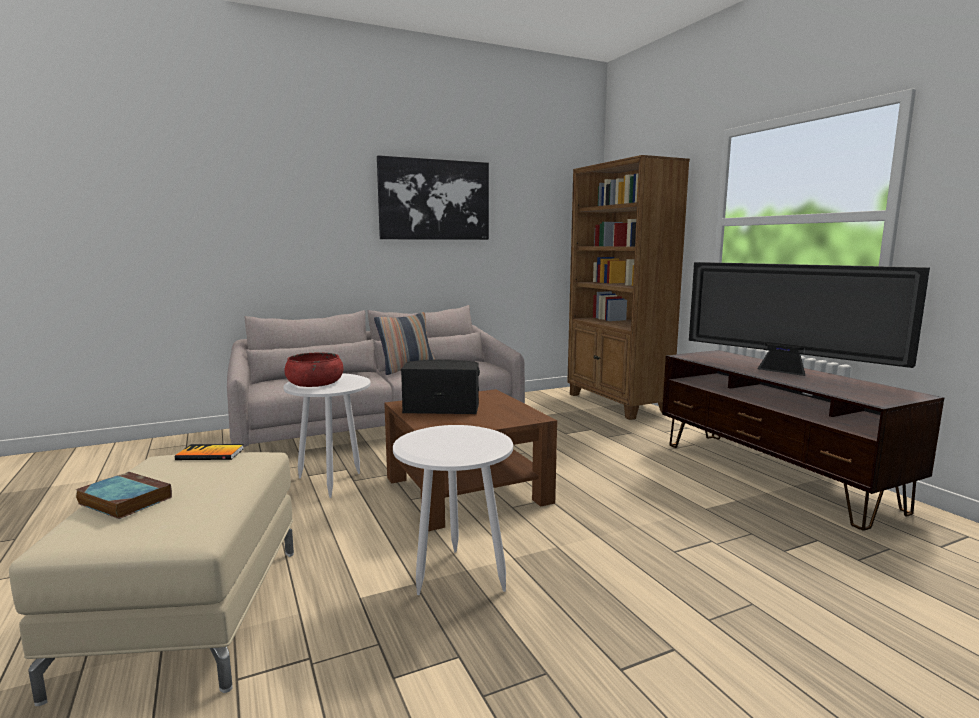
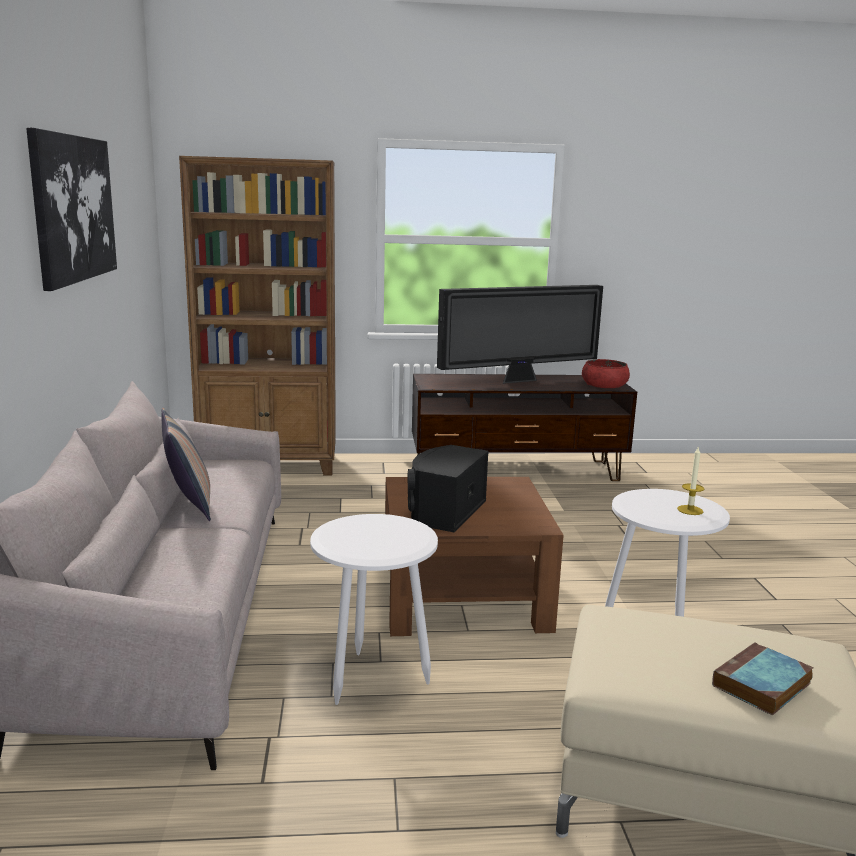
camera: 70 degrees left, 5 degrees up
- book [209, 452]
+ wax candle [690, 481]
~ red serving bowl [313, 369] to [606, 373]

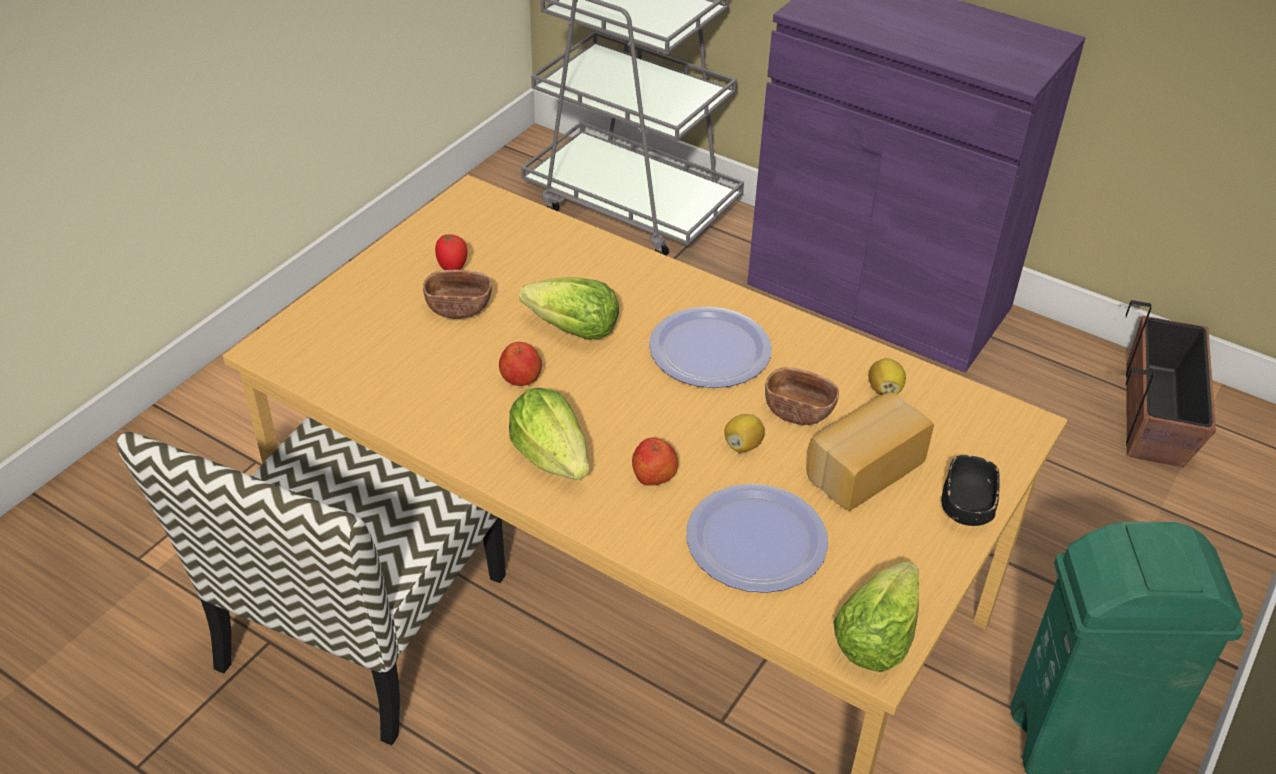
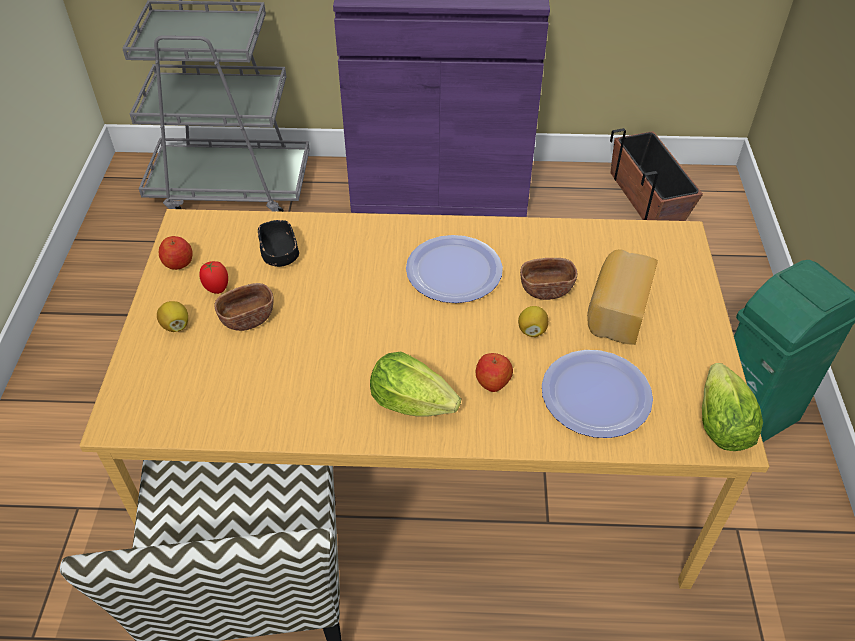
camera: 30 degrees left, 5 degrees up
- lettuce [569, 308]
~ apple fruit [520, 364] to [175, 253]
~ citrus fruit [887, 376] to [172, 316]
~ black serving bowl [971, 490] to [278, 243]

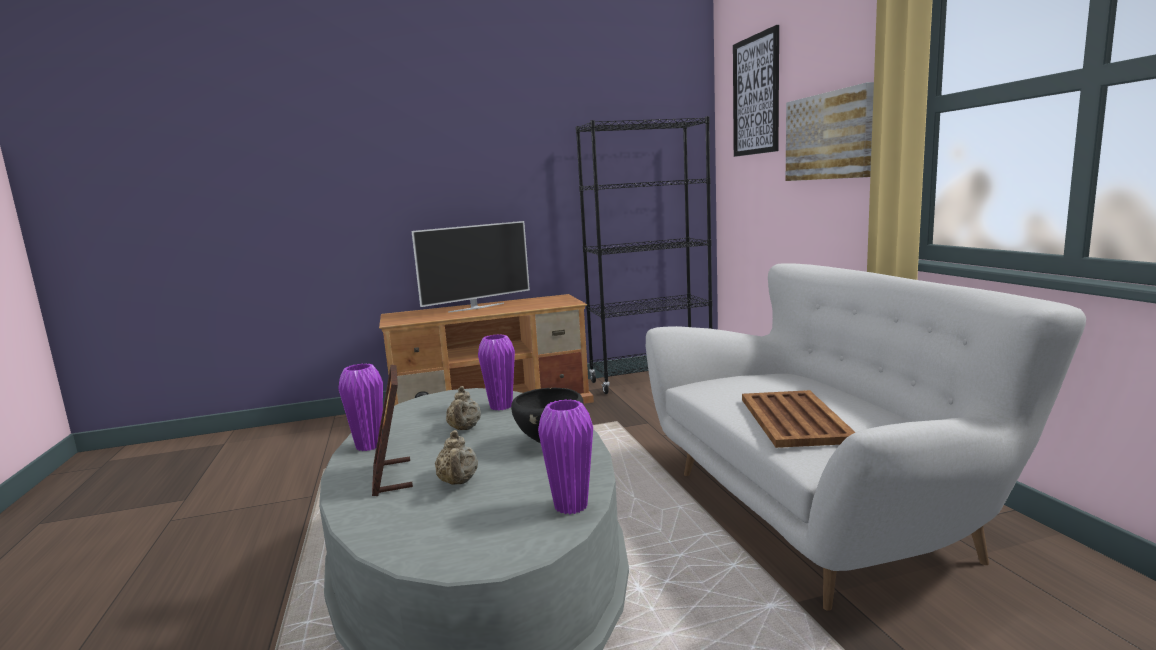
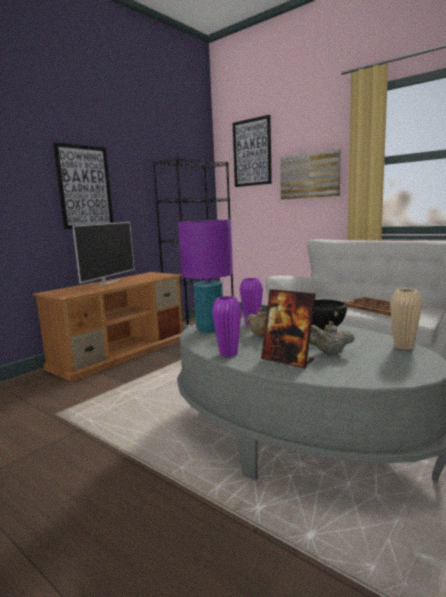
camera: 35 degrees left, 0 degrees up
+ wall picture [83, 185]
+ purple tabletop lamp [205, 276]
~ purple decorative vase [565, 456] to sand-coloured decorative vase [406, 319]
~ sand-coloured tea pot [456, 457] = [332, 338] 150 degrees clockwise

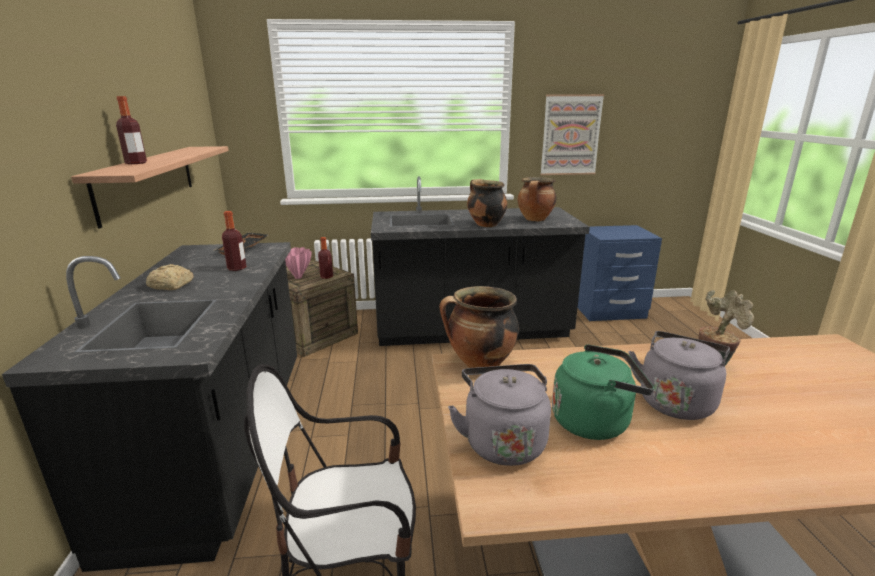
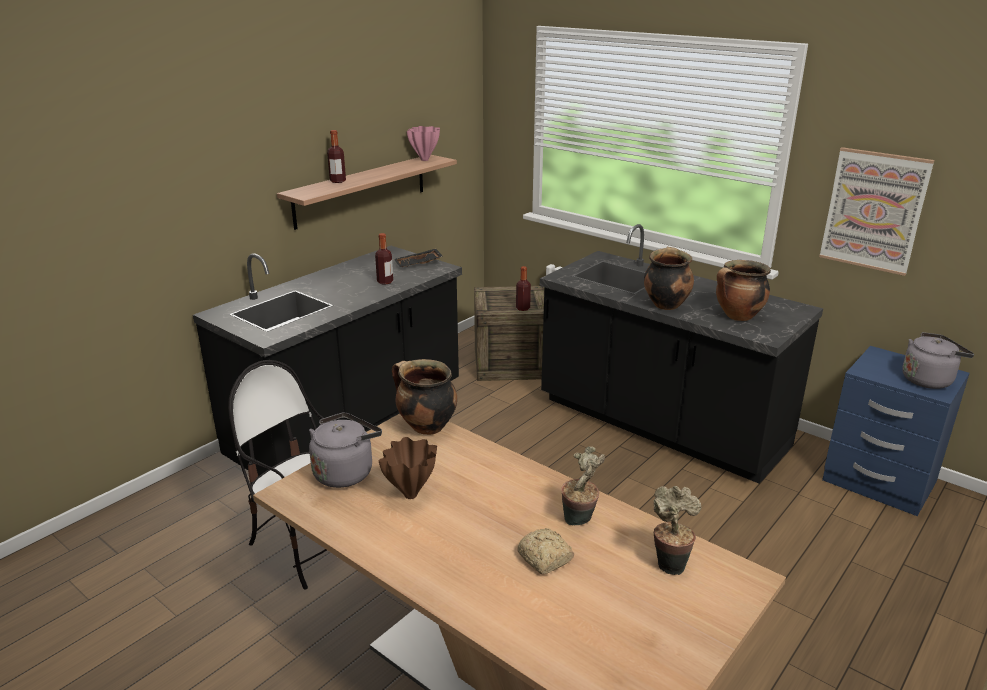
camera: 45 degrees right, 5 degrees up
+ potted plant [677, 530]
~ baked bread [170, 277] to [545, 551]
~ pinkish decorative vase [298, 263] to [423, 143]
~ grey kettle [679, 375] to [938, 360]
~ greenish kettle [603, 392] to brown-coloured decorative vase [408, 468]

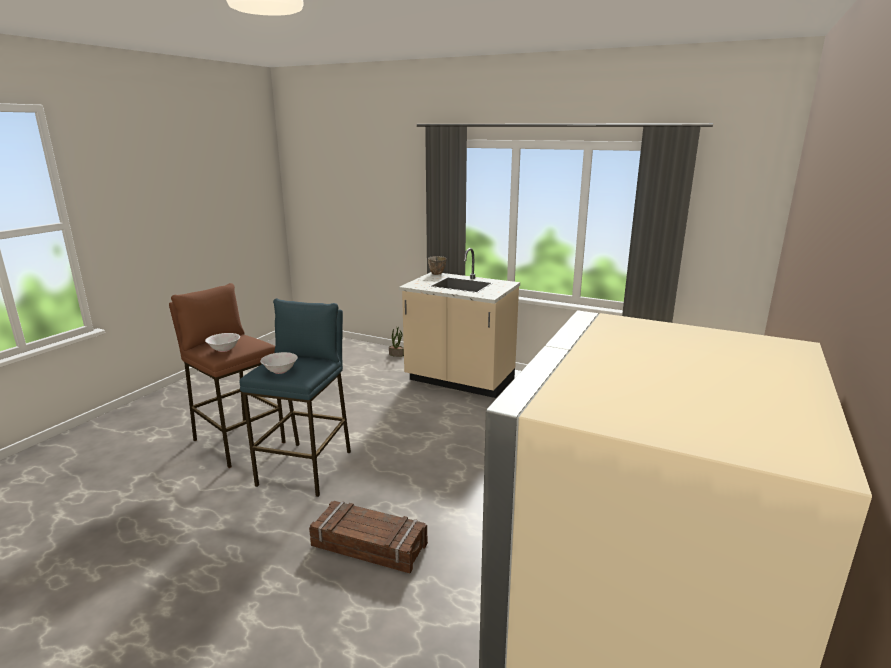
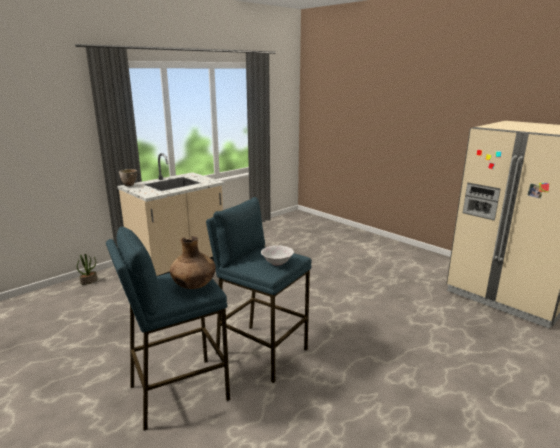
camera: 70 degrees left, 0 degrees up
- packing crate [368, 537]
~ white serving bowl [222, 342] to brown-coloured decorative vase [193, 262]
~ brown-coloured stool [227, 375] to bluish stool [168, 329]

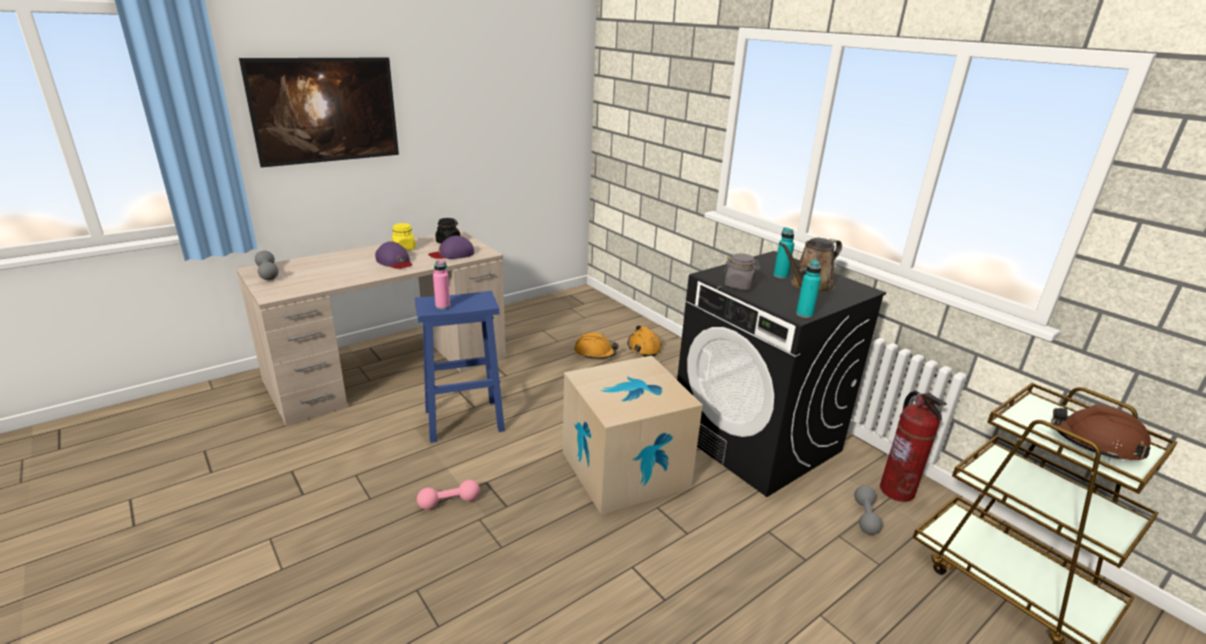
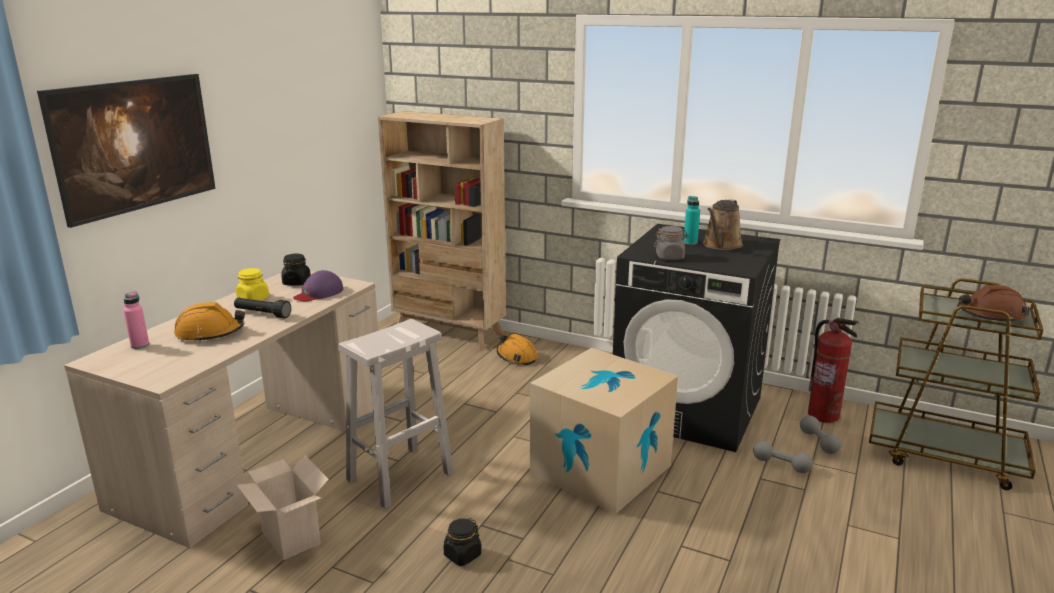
camera: 25 degrees left, 5 degrees down
- turquoise-coloured bottle [808, 289]
+ carton [282, 507]
+ sand-coloured shelving unit [442, 231]
~ grey free weight [267, 265] to [783, 457]
~ pinkish bottle [441, 285] to [136, 320]
~ orange-coloured safety helmet [596, 346] to [209, 322]
~ purple cap [394, 255] to black flashlight [262, 308]
~ pinkish free weight [448, 495] to black storage jar [462, 542]
~ bluish stool [460, 367] to white stool [396, 414]

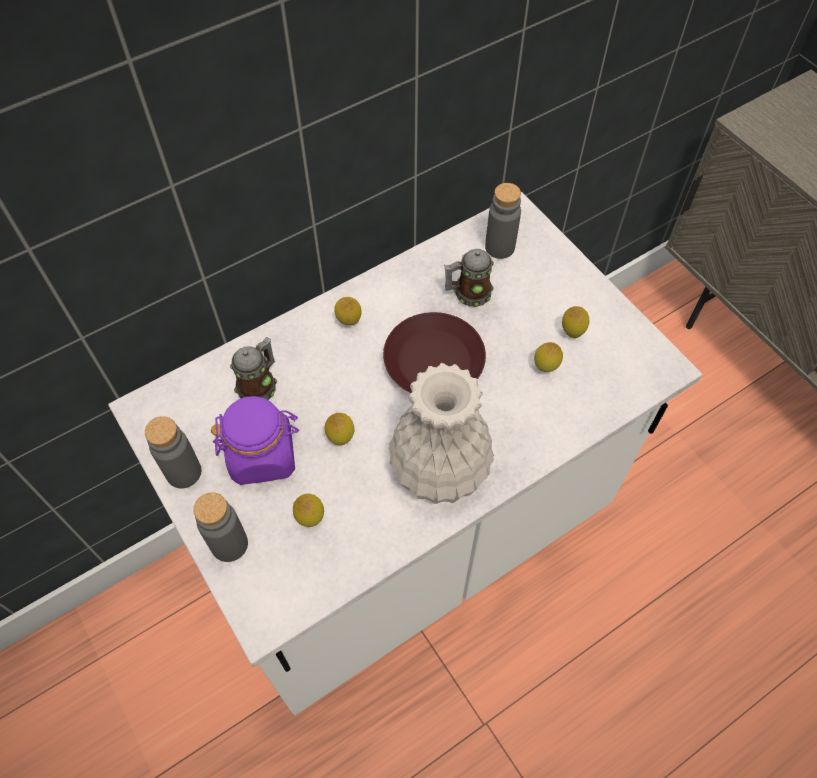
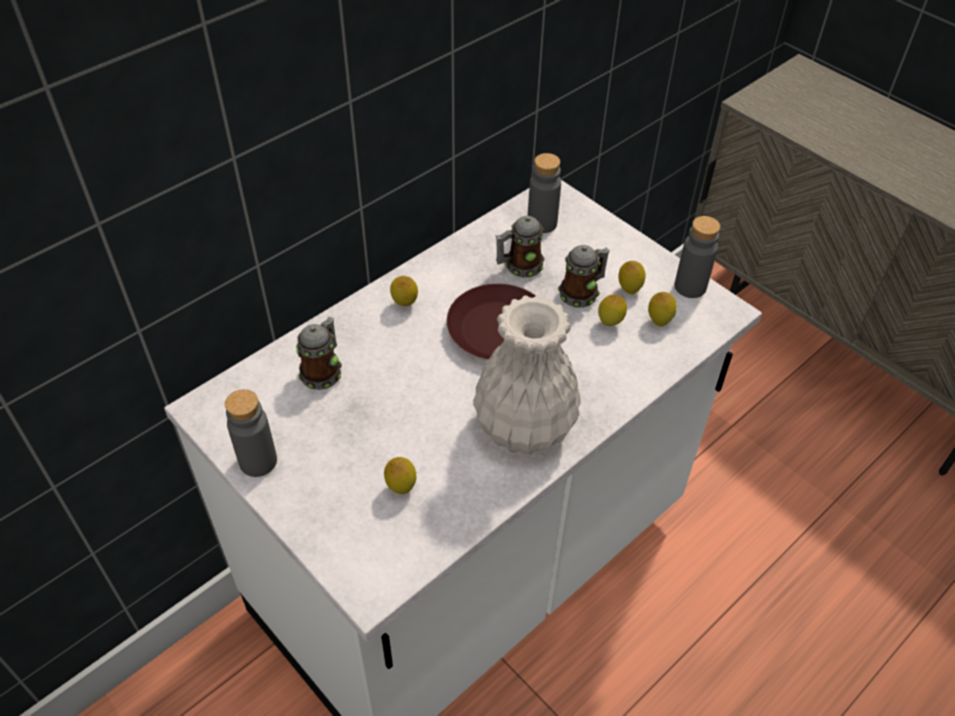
camera: 10 degrees left, 10 degrees down
- purple storage jar [255, 440]
+ mug [584, 276]
~ grey bottle [220, 527] to [697, 257]
~ citrus fruit [339, 429] to [662, 309]

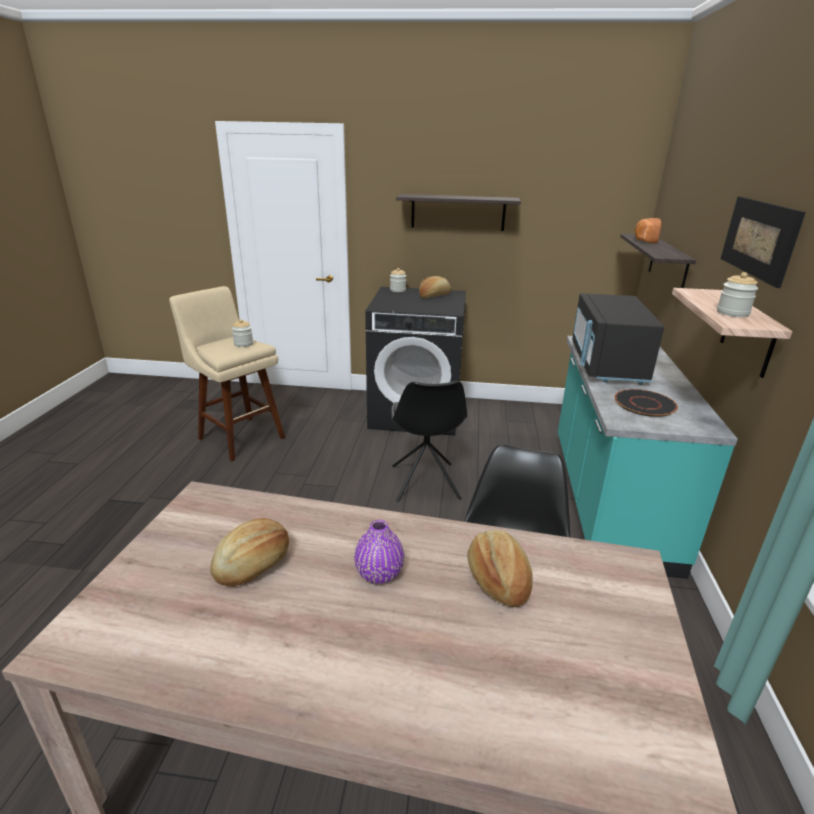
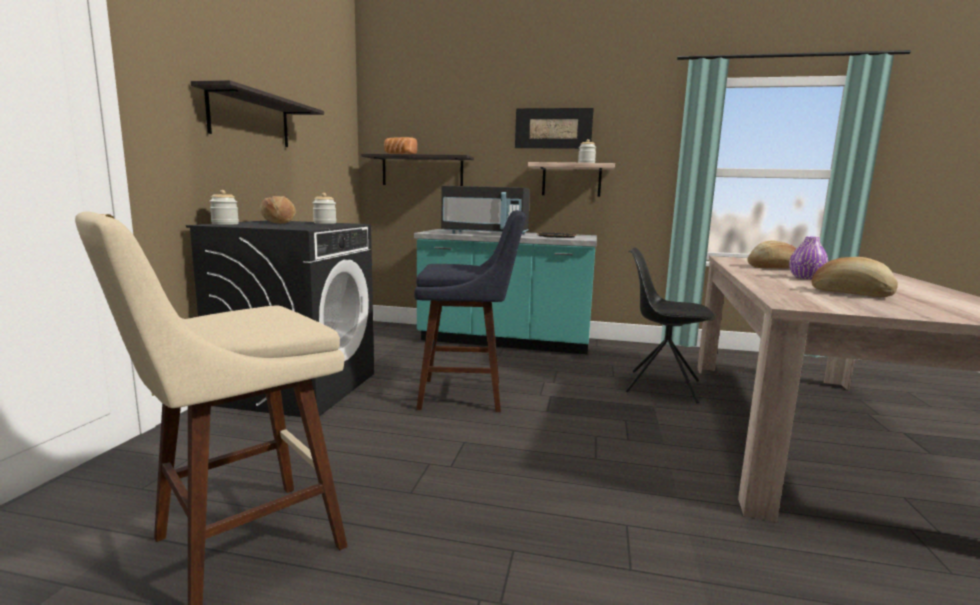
camera: 85 degrees left, 15 degrees down
~ storage jar [242, 333] to [325, 208]
~ black upright chair [429, 441] to bluish stool [470, 311]

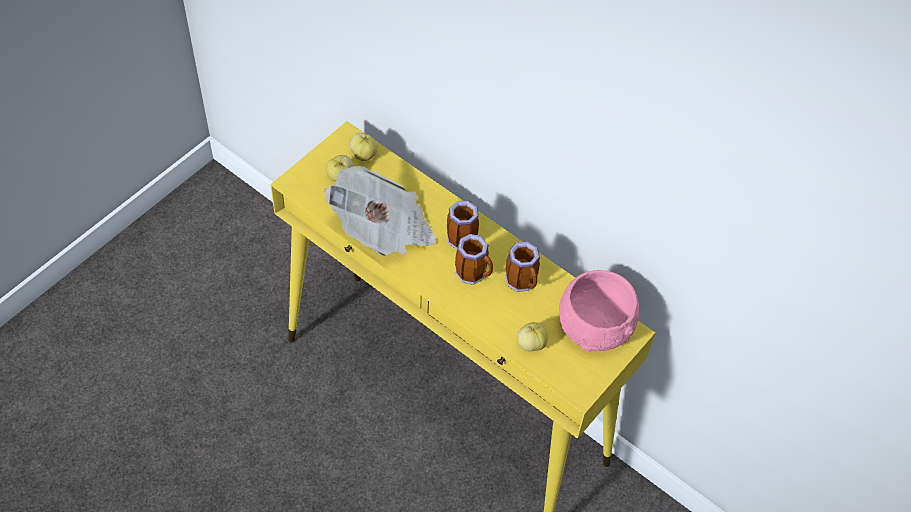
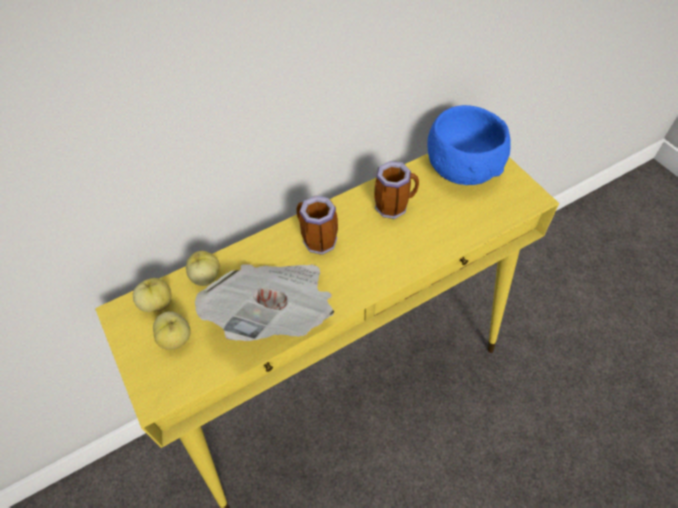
camera: 65 degrees left, 0 degrees up
- mug [474, 259]
~ apple fruit [532, 336] to [203, 268]
~ pinkish serving bowl [599, 311] to bluish serving bowl [469, 145]

